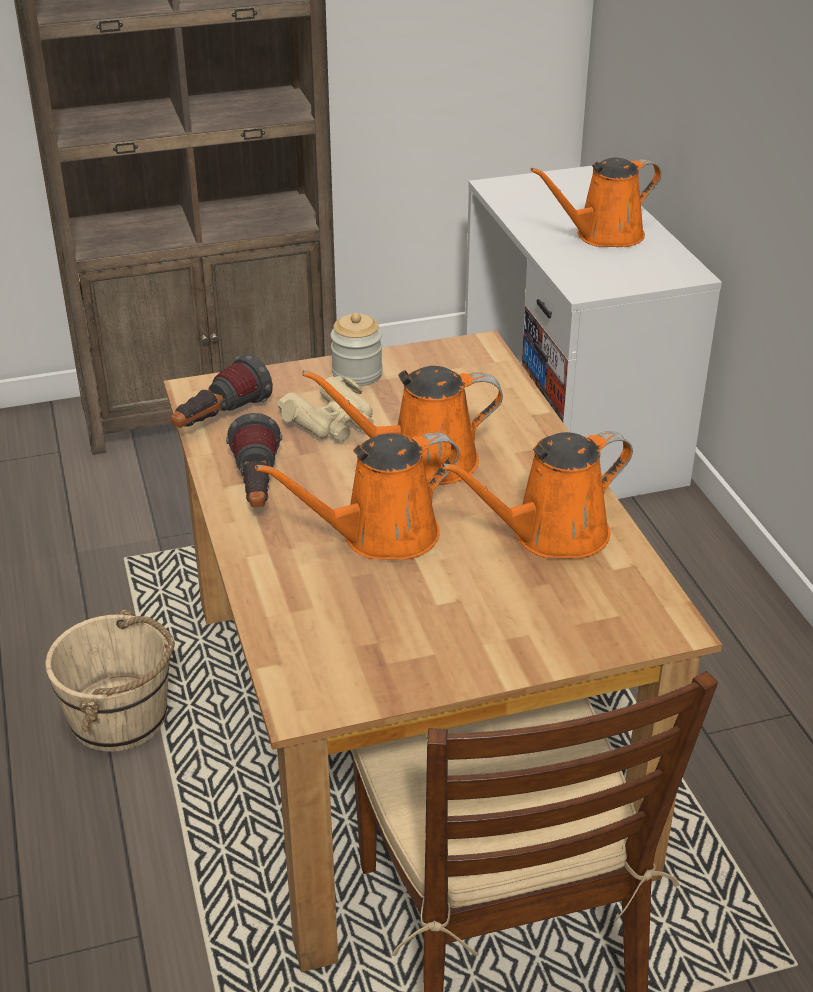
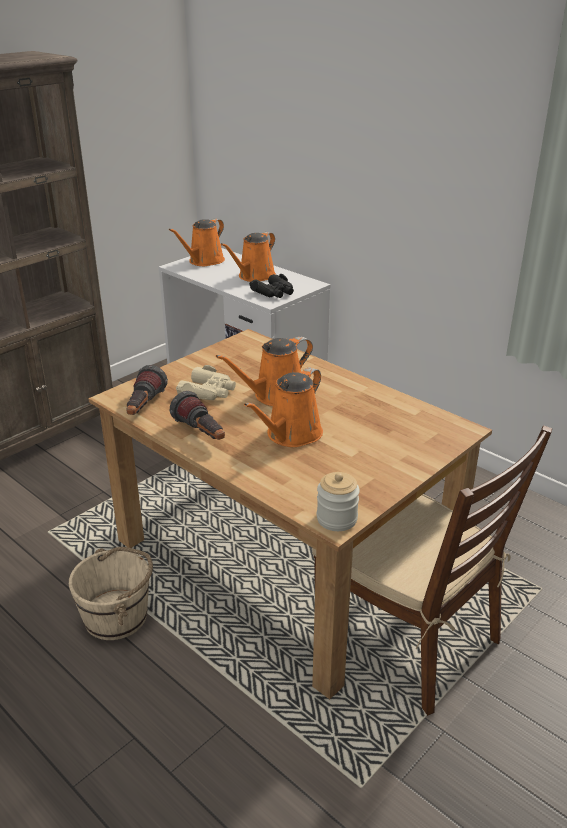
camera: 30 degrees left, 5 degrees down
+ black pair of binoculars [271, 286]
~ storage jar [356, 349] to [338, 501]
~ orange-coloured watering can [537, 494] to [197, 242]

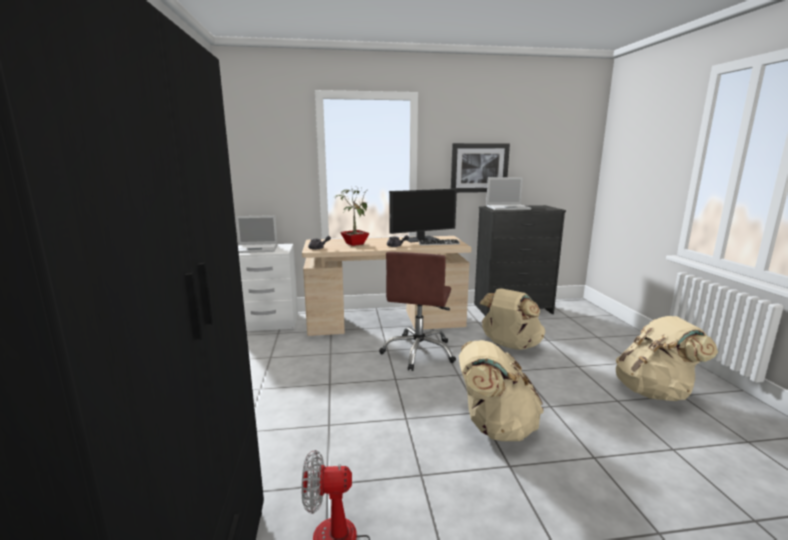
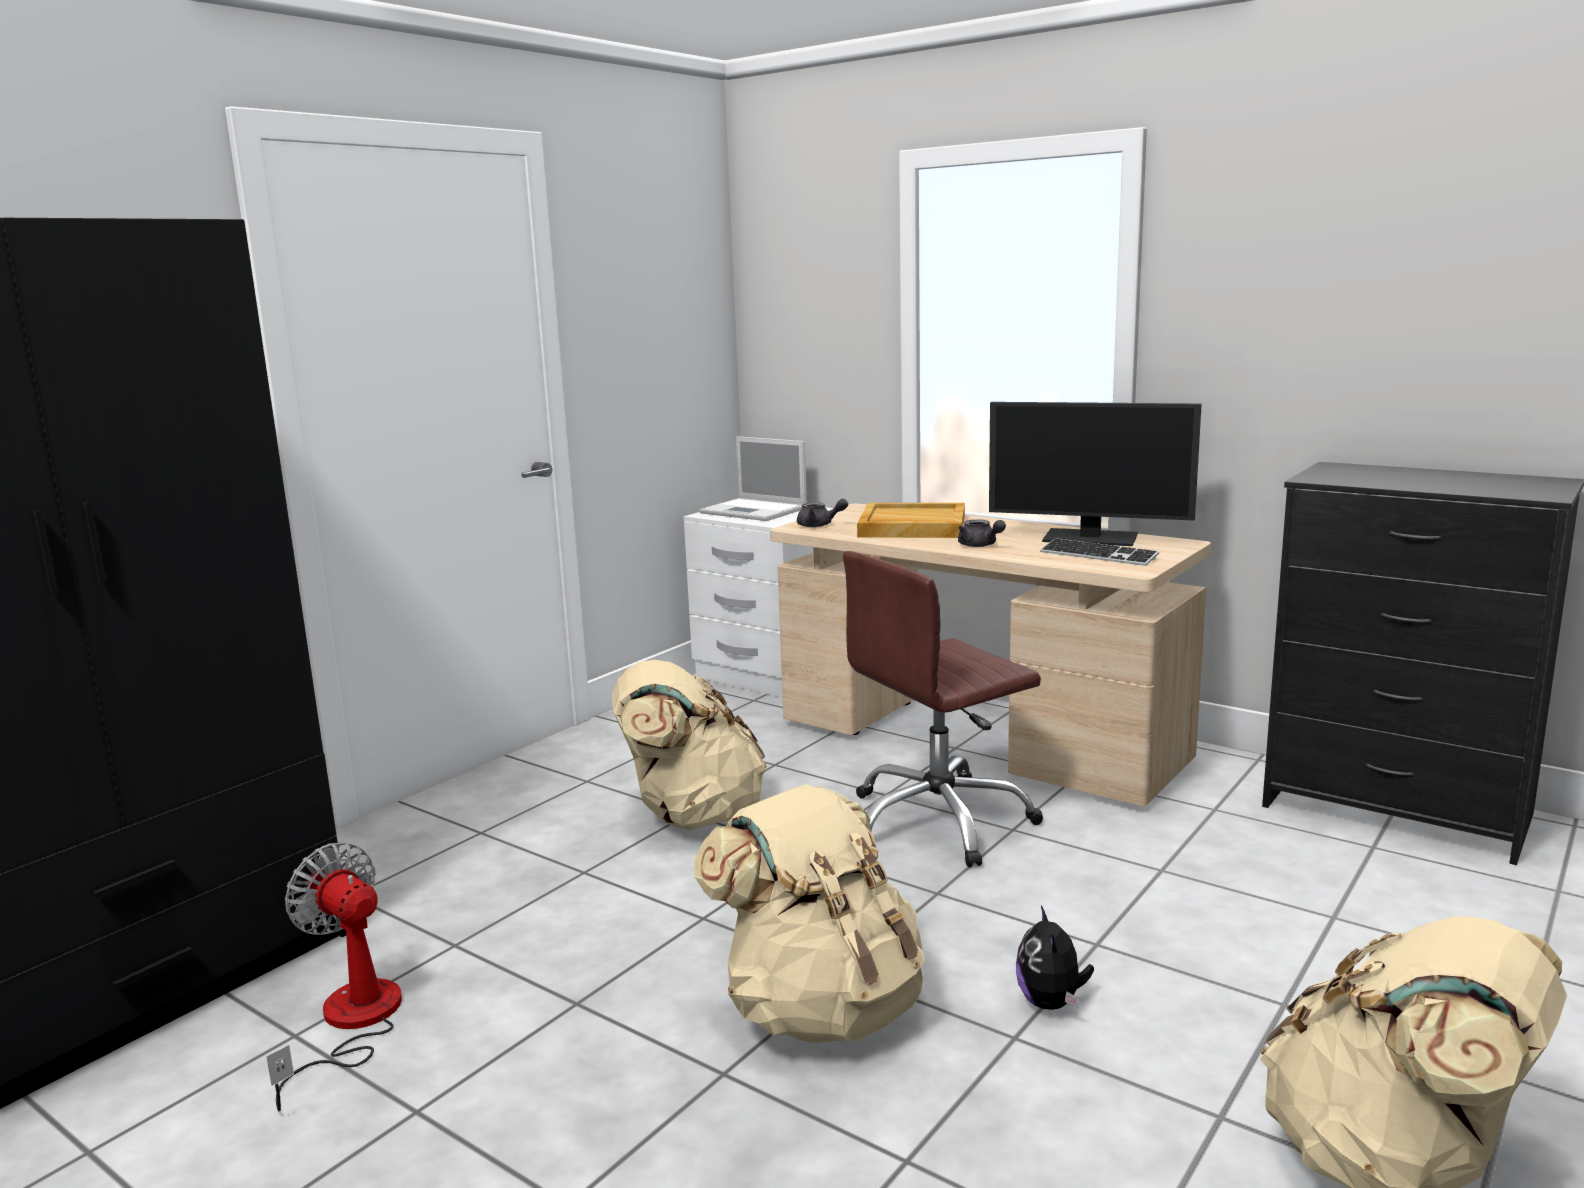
camera: 45 degrees right, 0 degrees up
- wall picture [480, 168]
- notebook computer [508, 193]
+ plush toy [1055, 957]
~ sand-coloured backpack [512, 319] to [689, 745]
~ potted plant [351, 216] to sand-coloured carrying tray [911, 520]

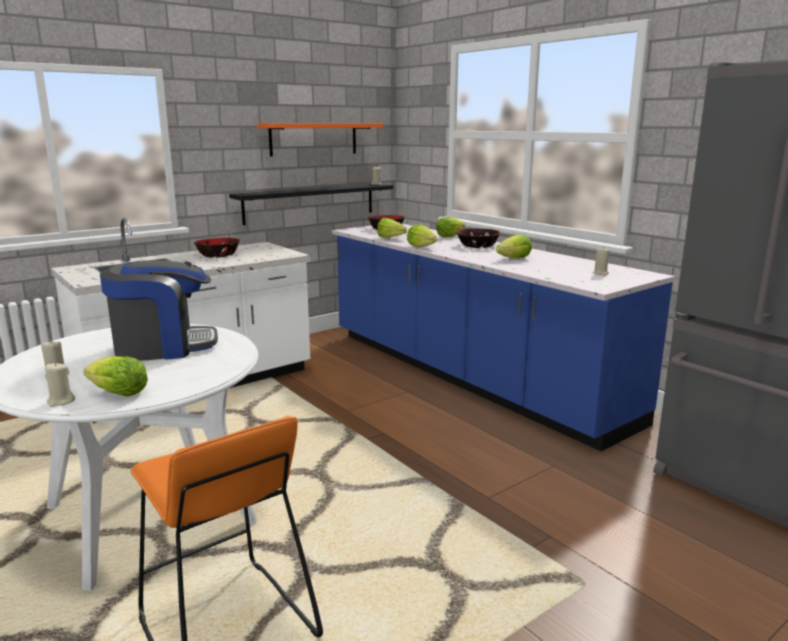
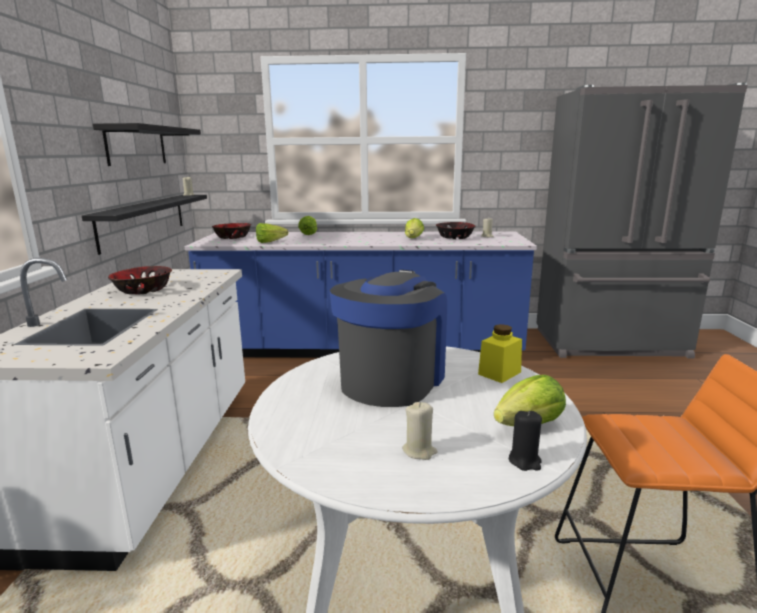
camera: 50 degrees left, 0 degrees up
- lettuce [422, 235]
+ yellow storage jar [500, 353]
~ serving bowl [478, 238] to [456, 230]
~ sand-coloured wax candle [60, 384] to black wax candle [525, 440]
~ orange-coloured shelf [320, 139] to black shelf [147, 144]

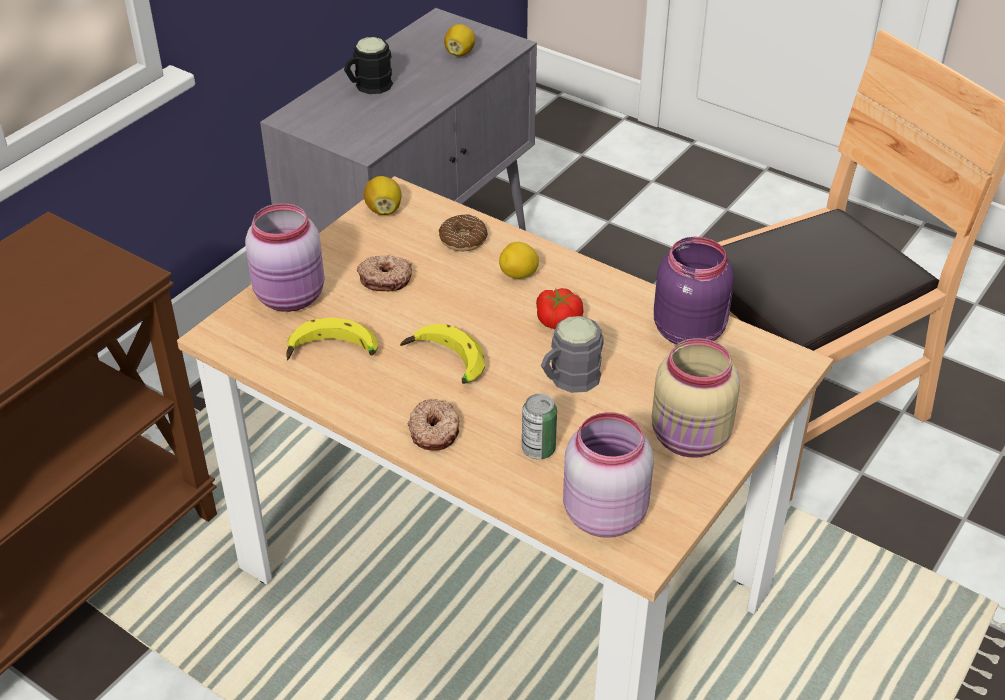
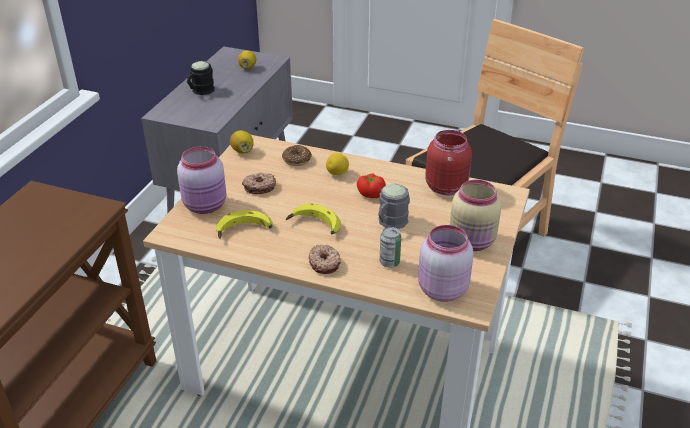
camera: 15 degrees left, 5 degrees down
~ purple storage jar [694, 291] to red storage jar [448, 162]

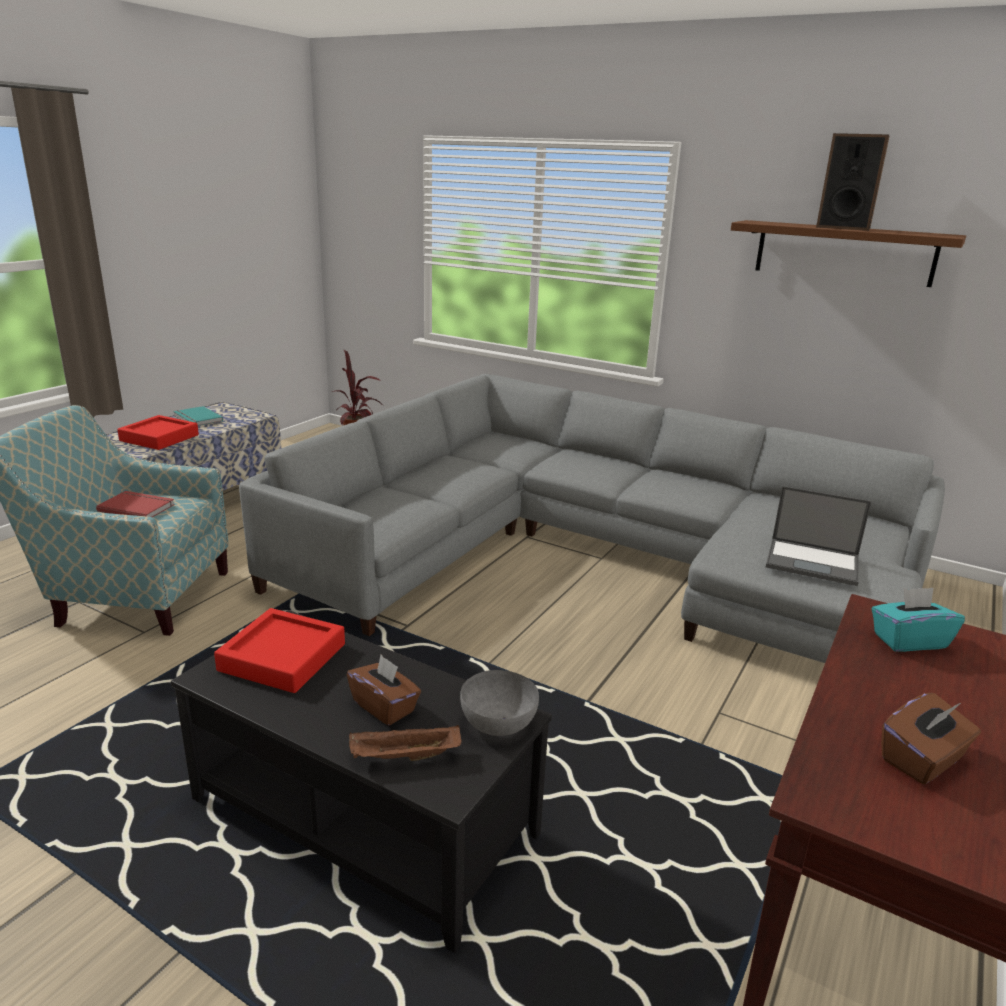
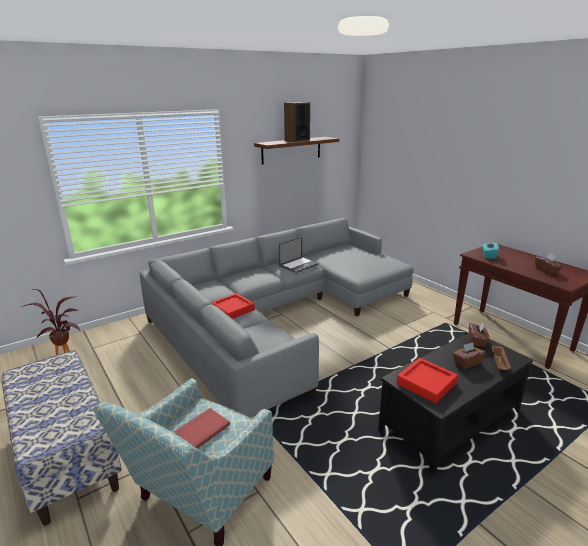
camera: 65 degrees left, 0 degrees up
- turquoise-coloured book [198, 416]
~ red carrying tray [158, 432] to [233, 306]
~ notebook computer [818, 536] to [299, 255]
~ grey serving bowl [499, 703] to brown-coloured box of tissues [479, 334]

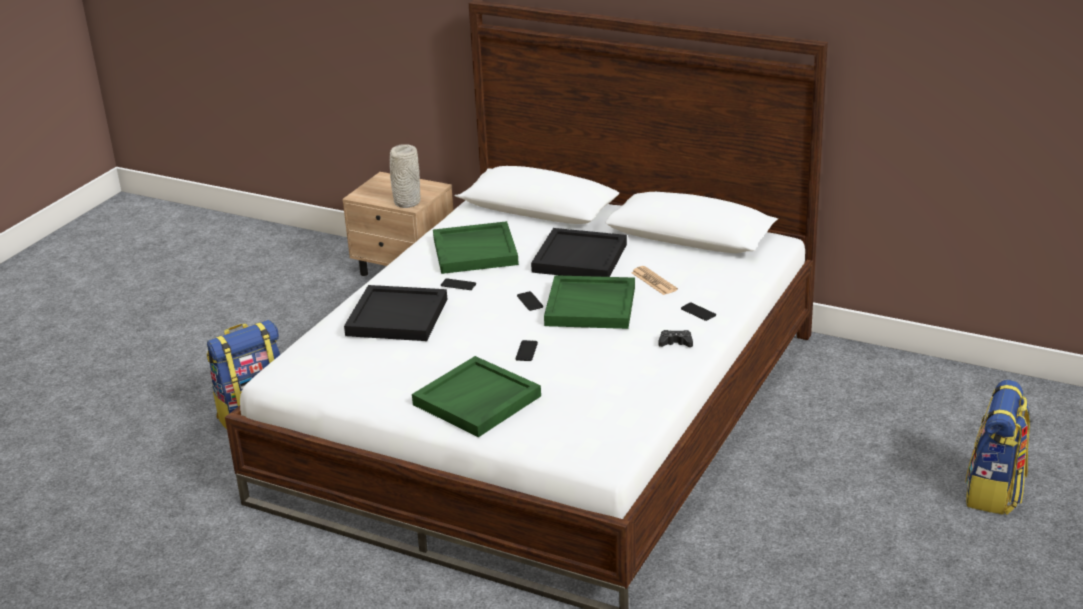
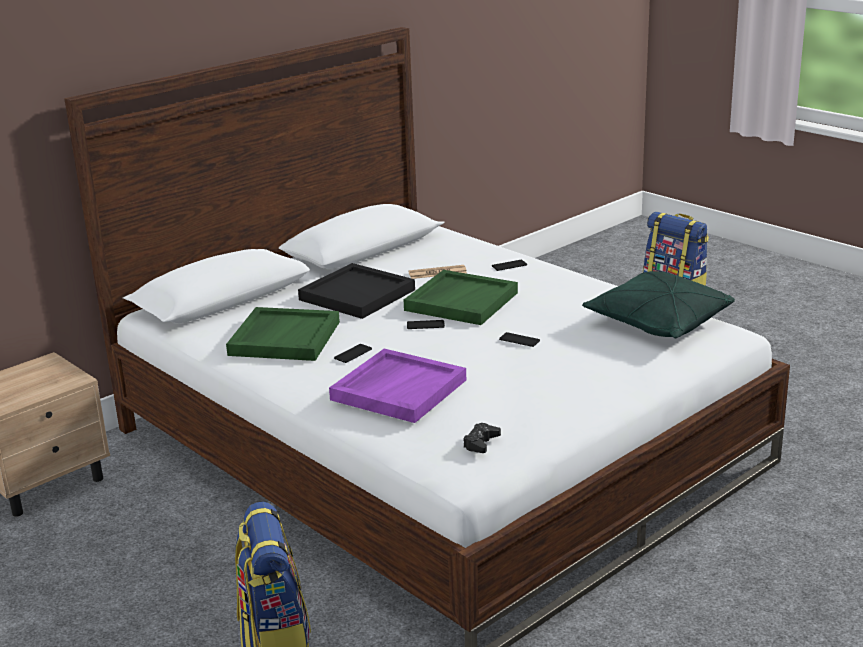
camera: 70 degrees left, 5 degrees down
- grey decorative vase [405, 176]
- greenish carrying tray [476, 396]
+ greenish cushion [658, 304]
~ black gamepad [675, 338] to [482, 438]
~ black carrying tray [395, 313] to purple carrying tray [397, 386]

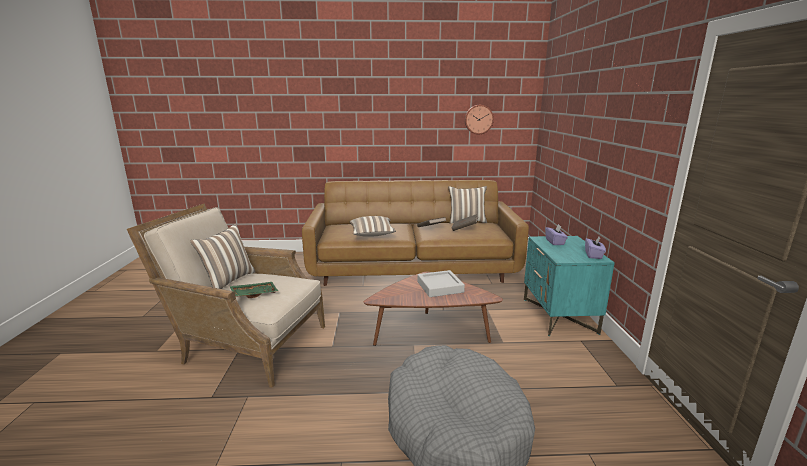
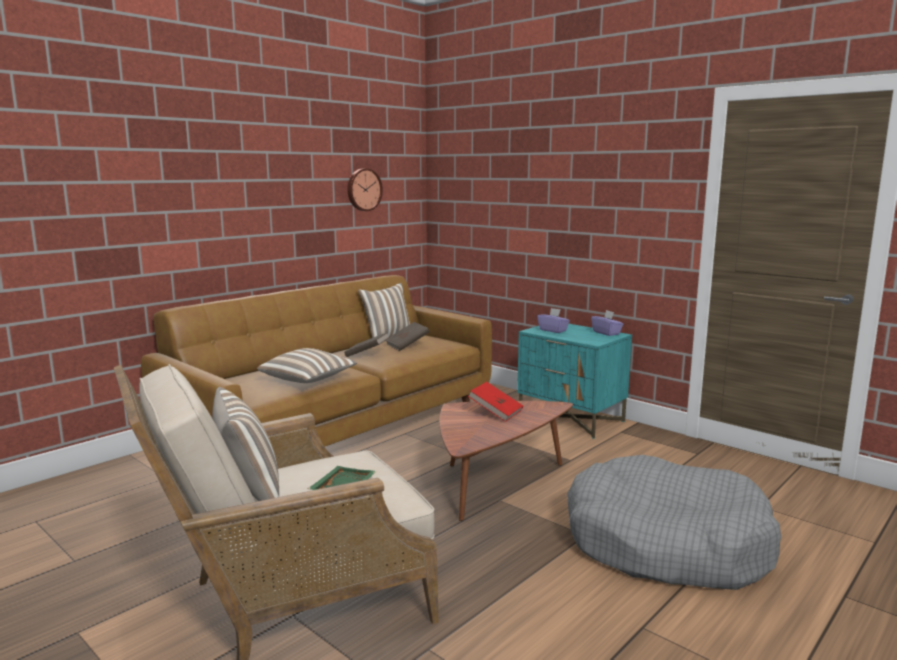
camera: 45 degrees left, 5 degrees down
~ grey carrying tray [441, 283] to red book [495, 402]

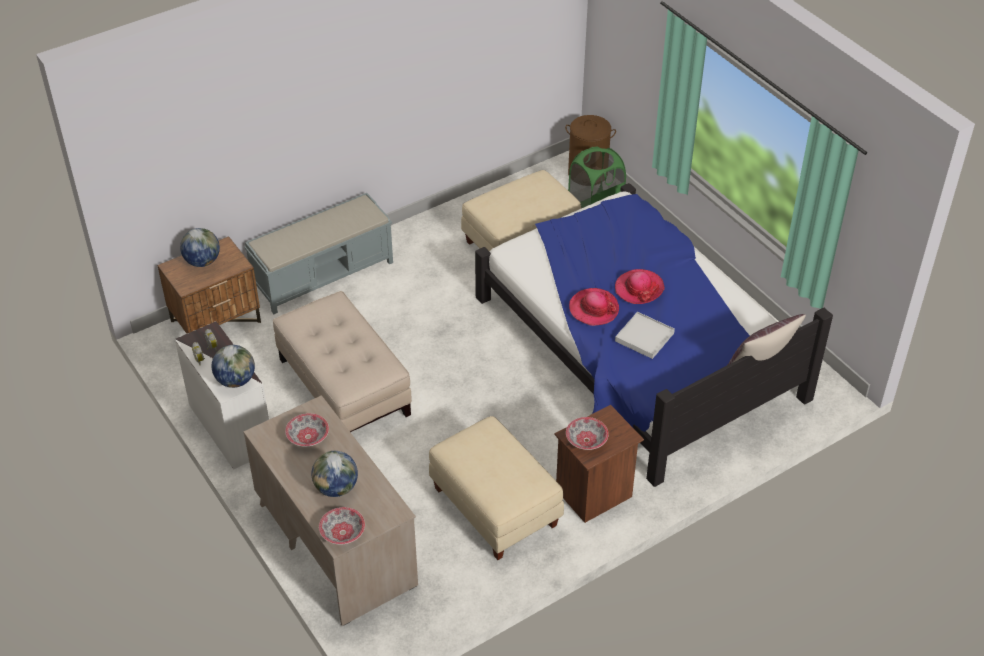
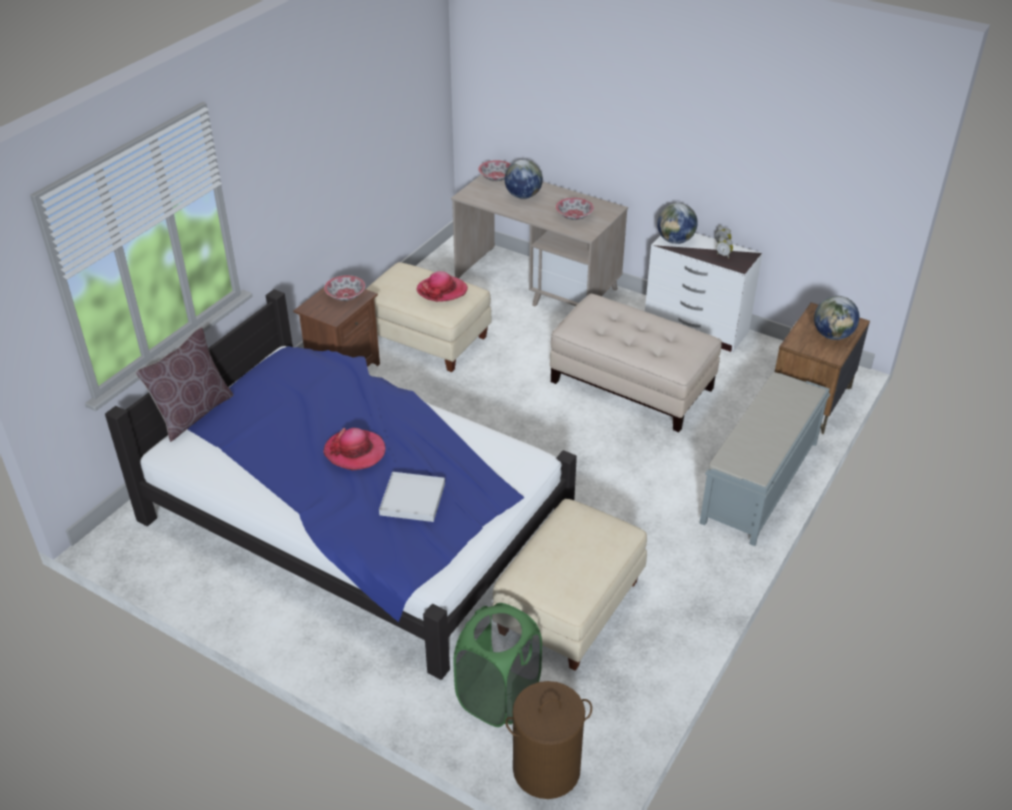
camera: 155 degrees right, 5 degrees down
~ wearable hat [594, 307] to [442, 286]
~ white carrying tray [645, 335] to [412, 497]

